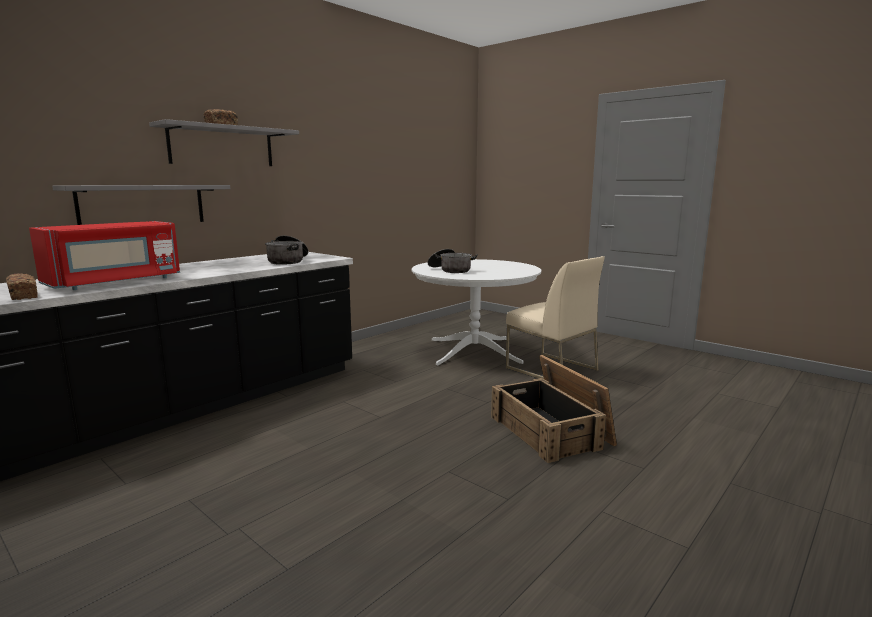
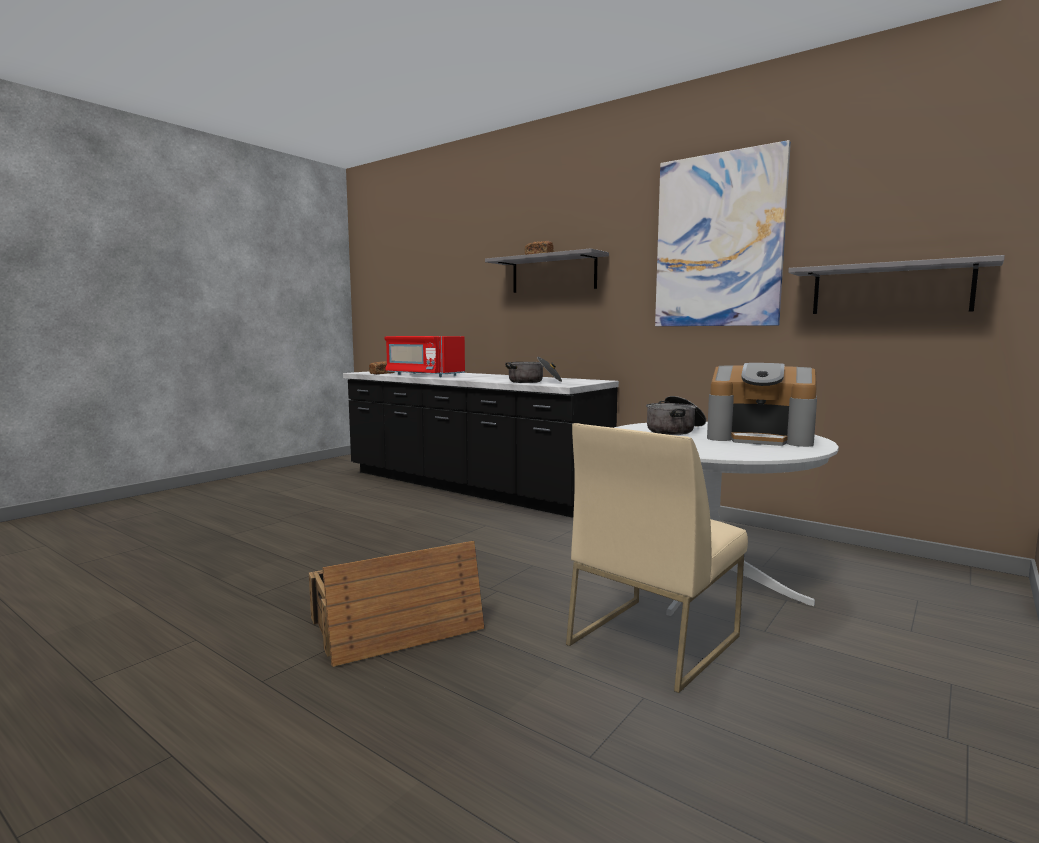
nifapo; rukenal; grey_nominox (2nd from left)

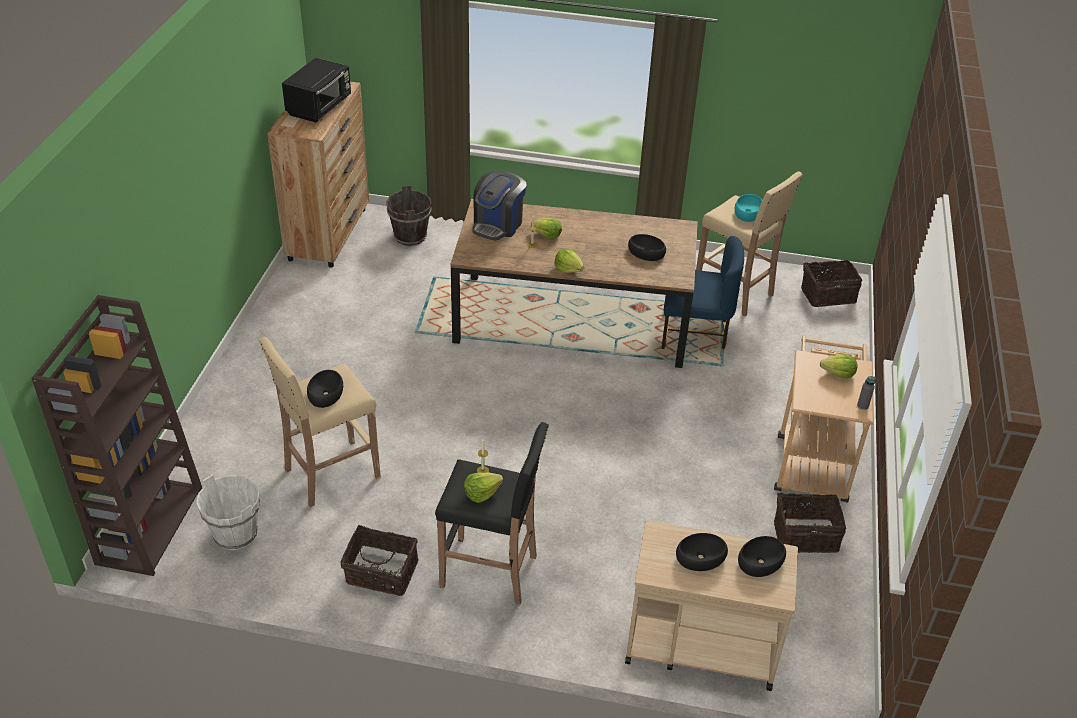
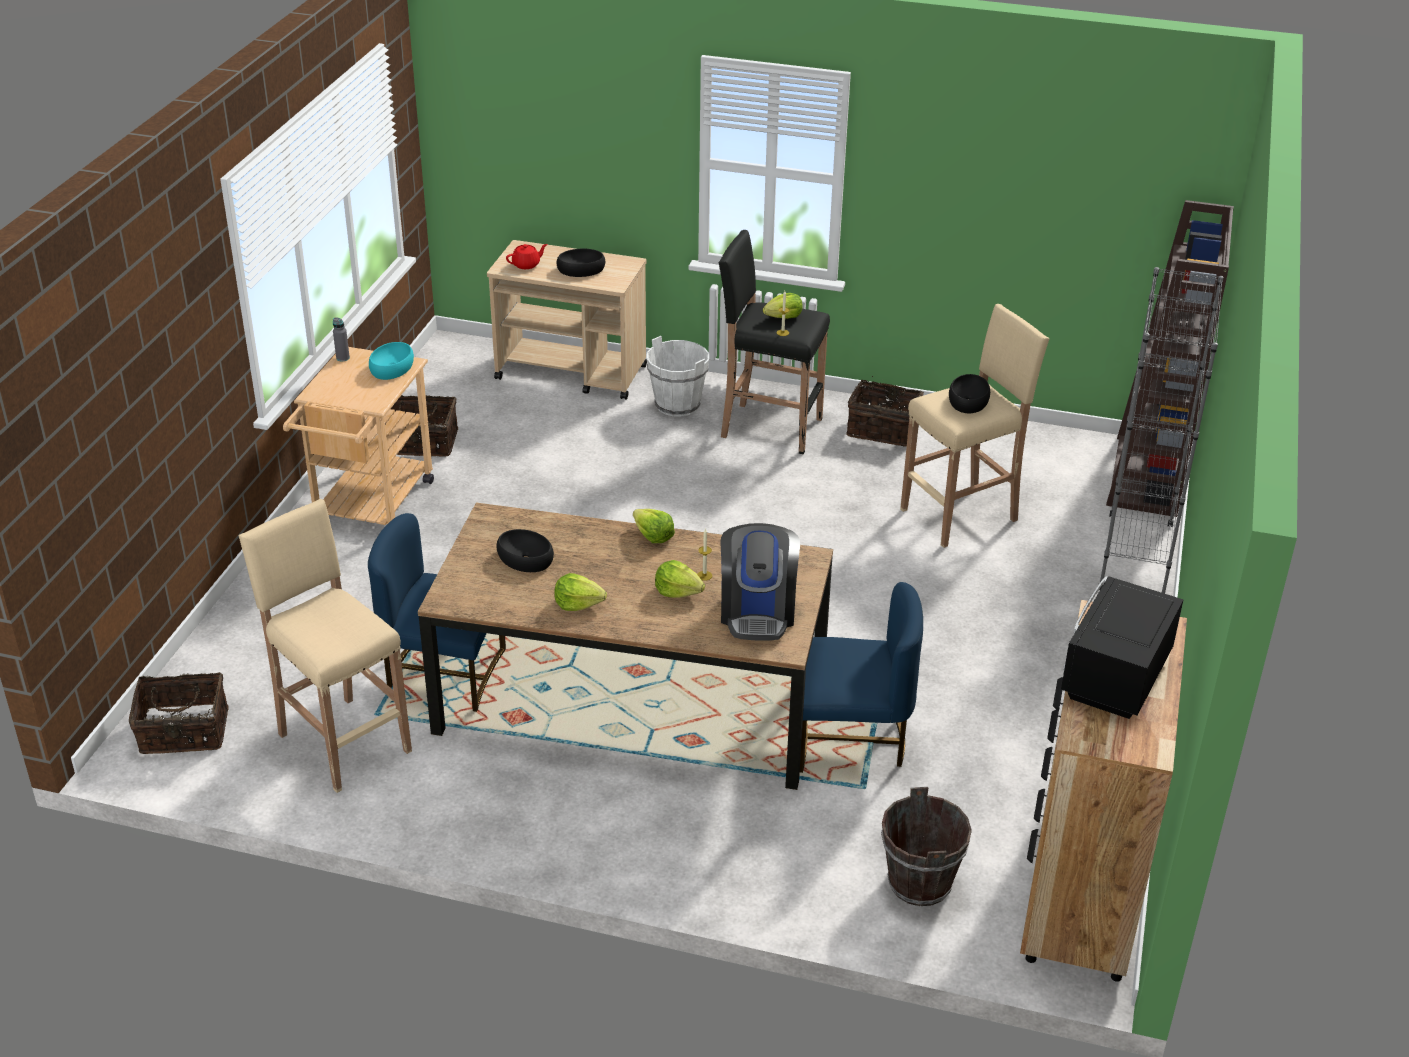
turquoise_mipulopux; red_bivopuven; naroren (1st from left); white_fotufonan; rukenal; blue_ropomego (2nd from left); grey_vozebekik

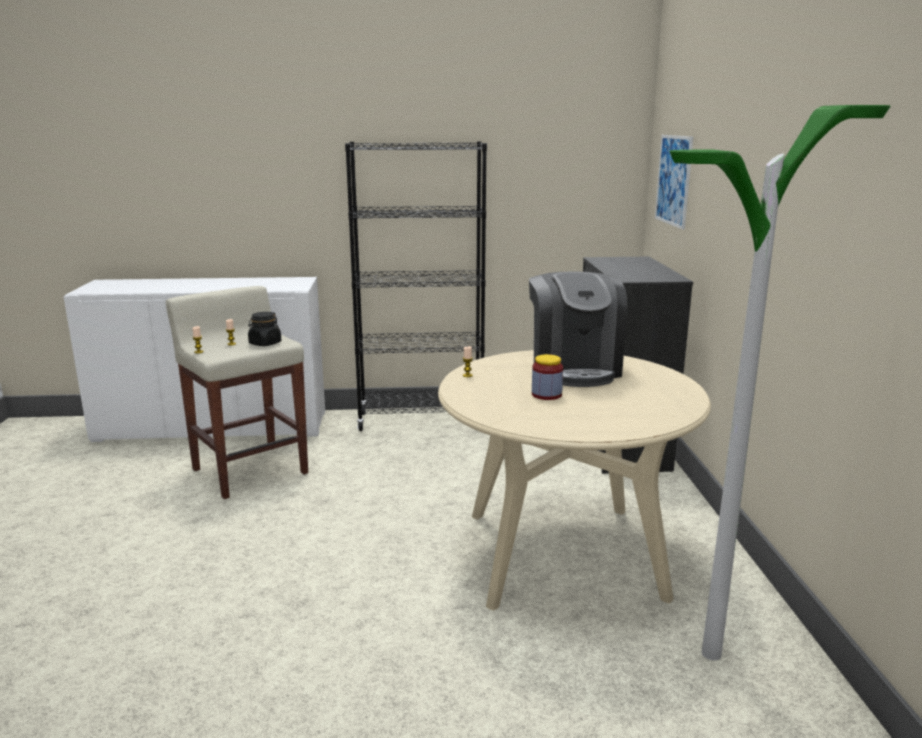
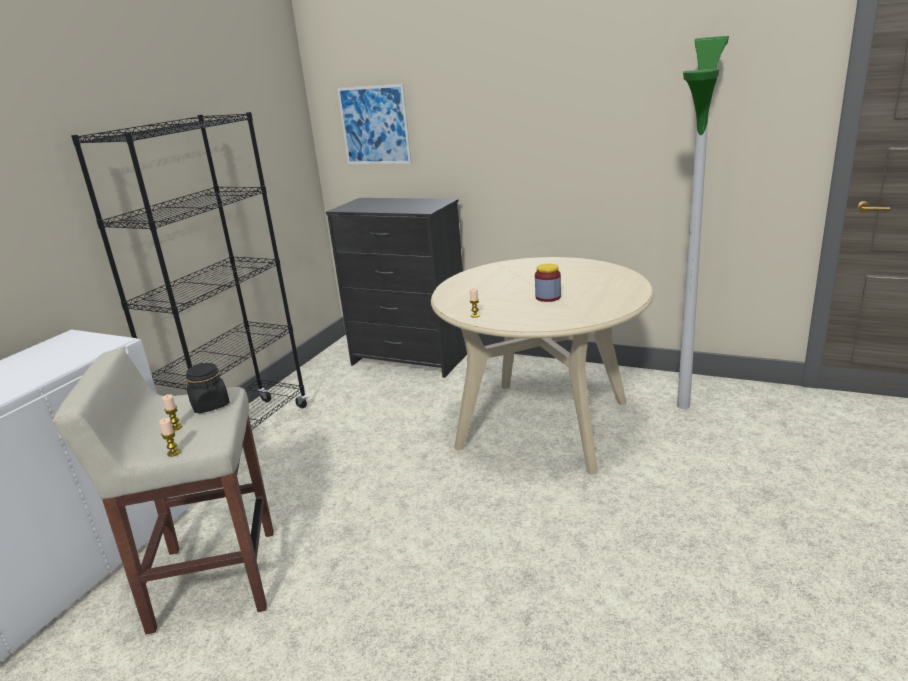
rukenal

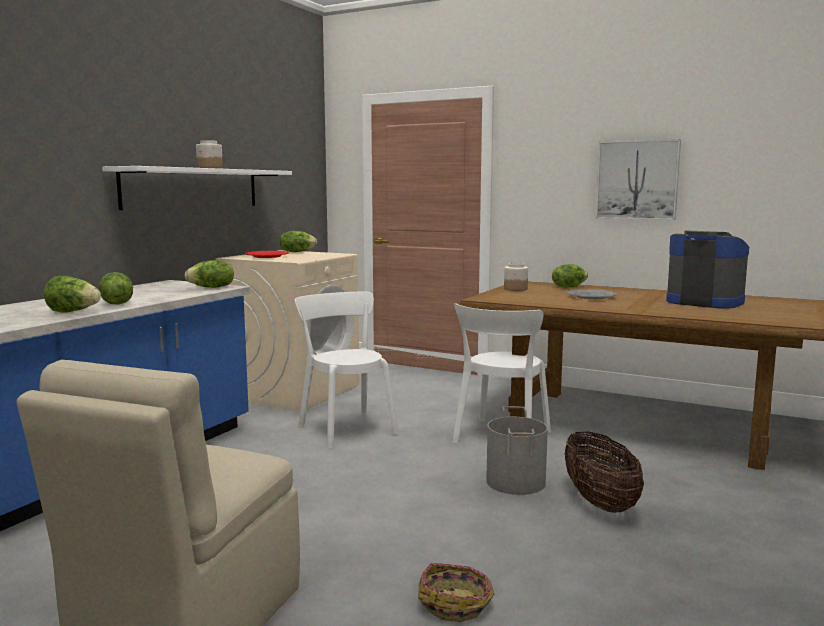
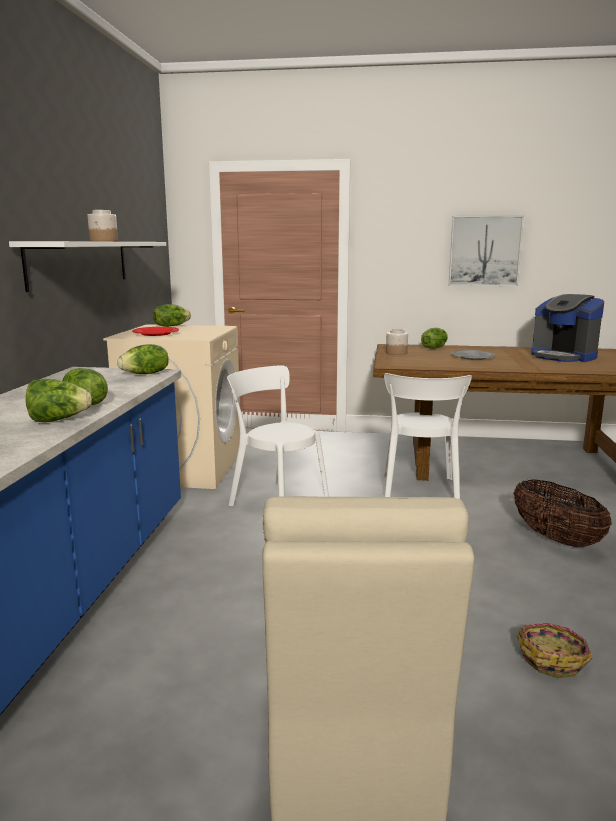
rukenal; grey_fotufonan

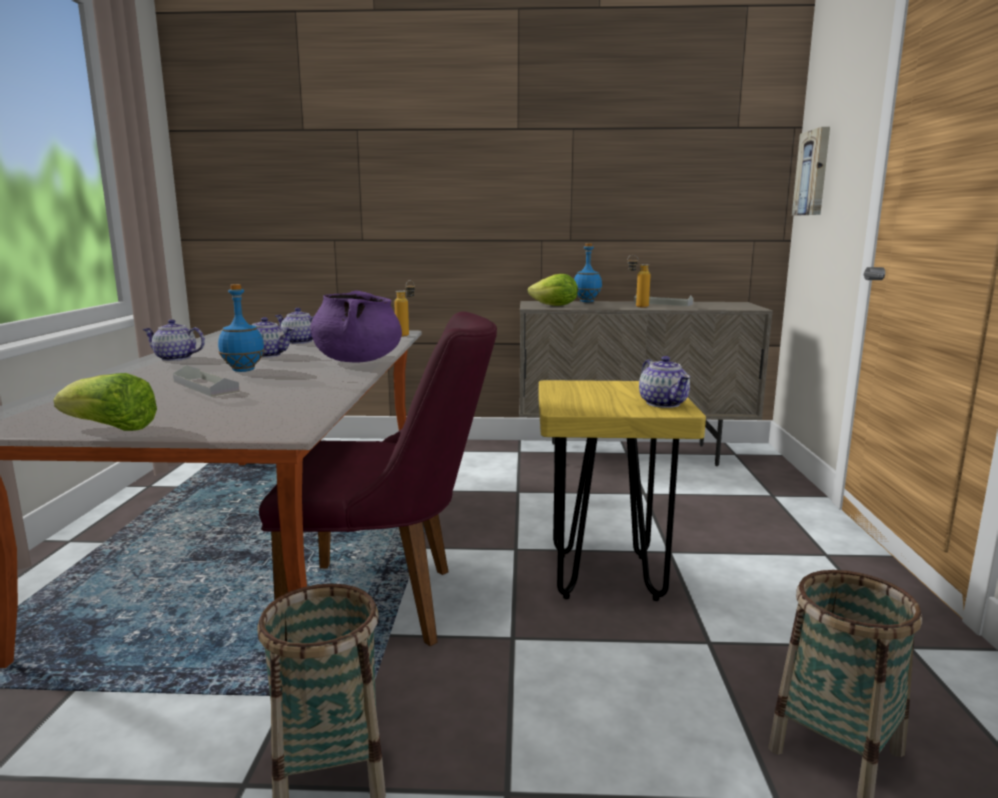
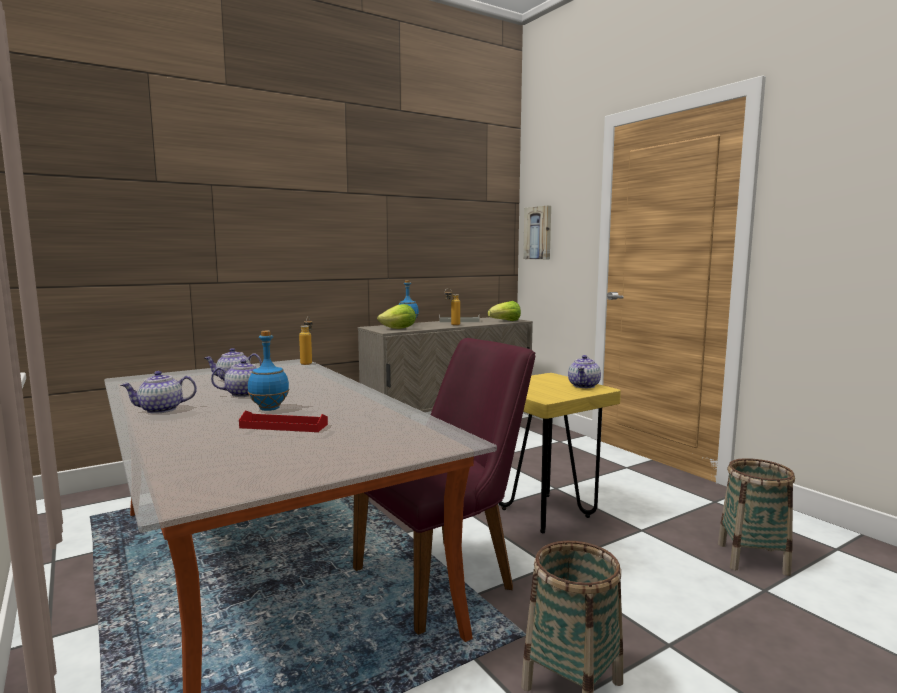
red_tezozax; naroren (2nd from left); bivopuven (4th from left); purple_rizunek

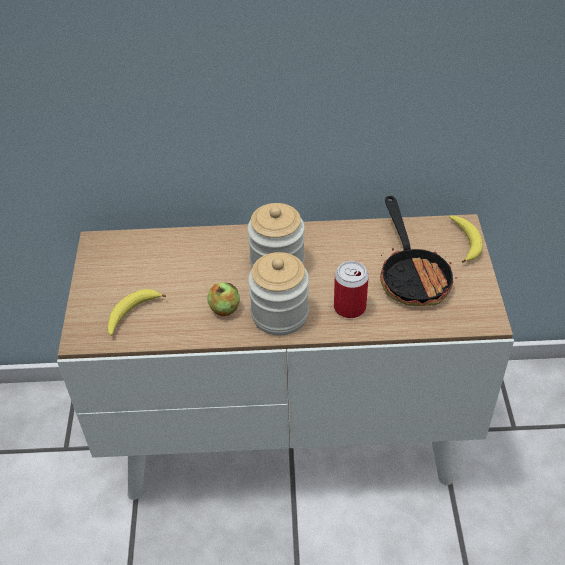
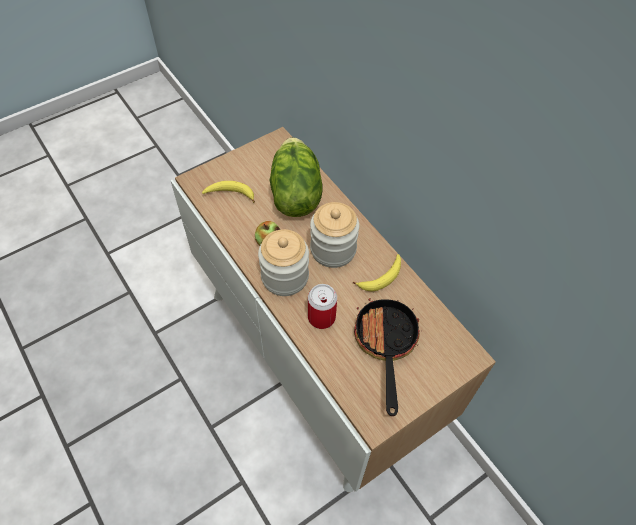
naroren; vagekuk (2nd from left); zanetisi

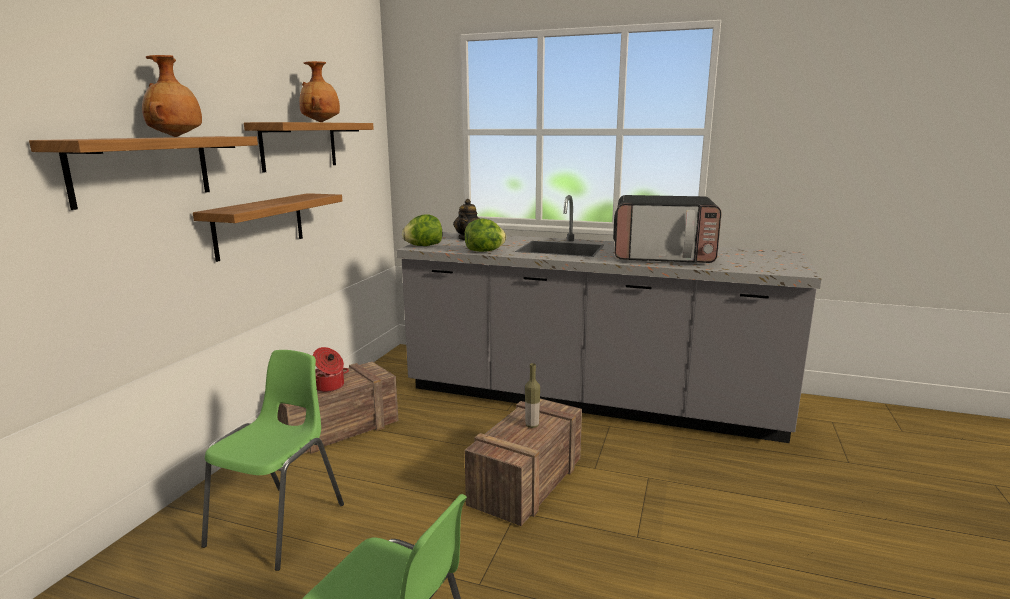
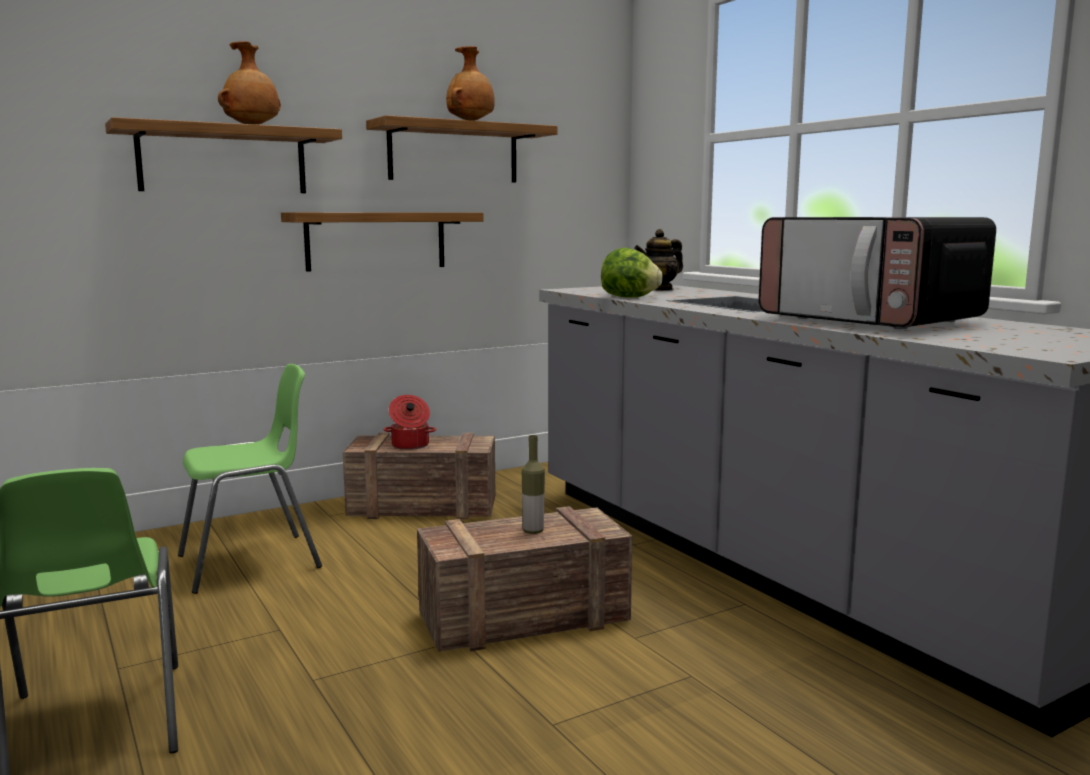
naroren (1st from left in the first image)

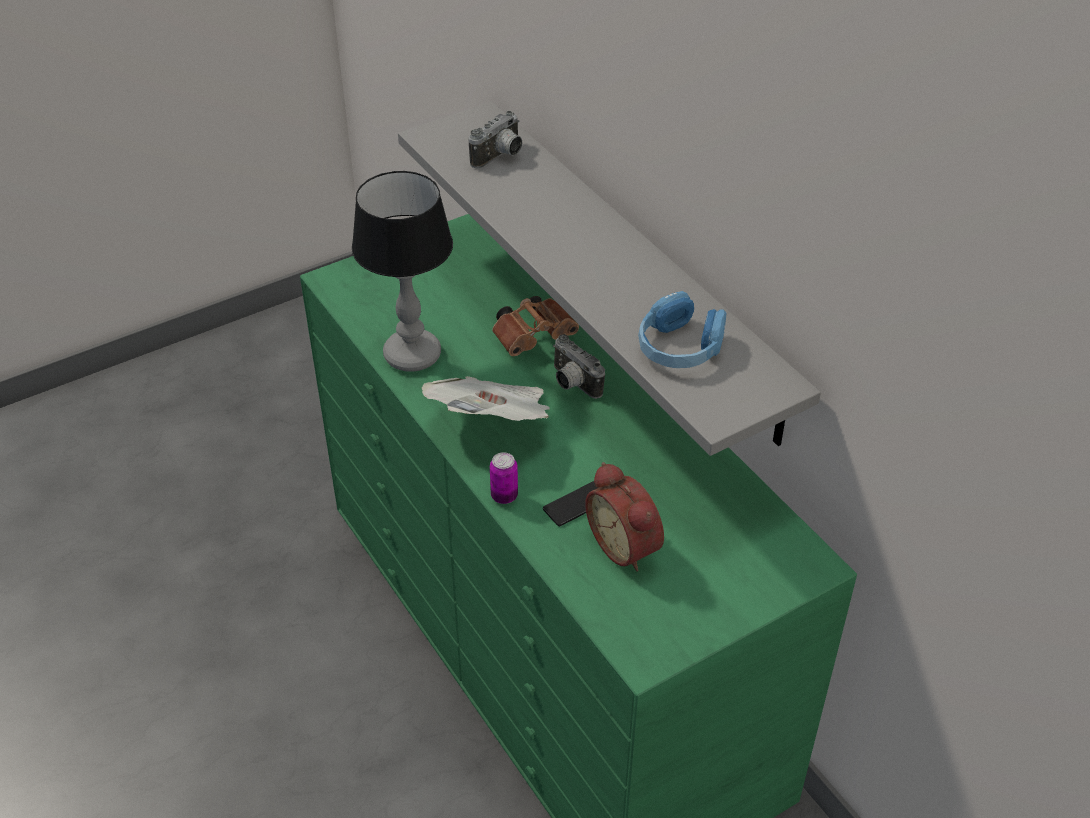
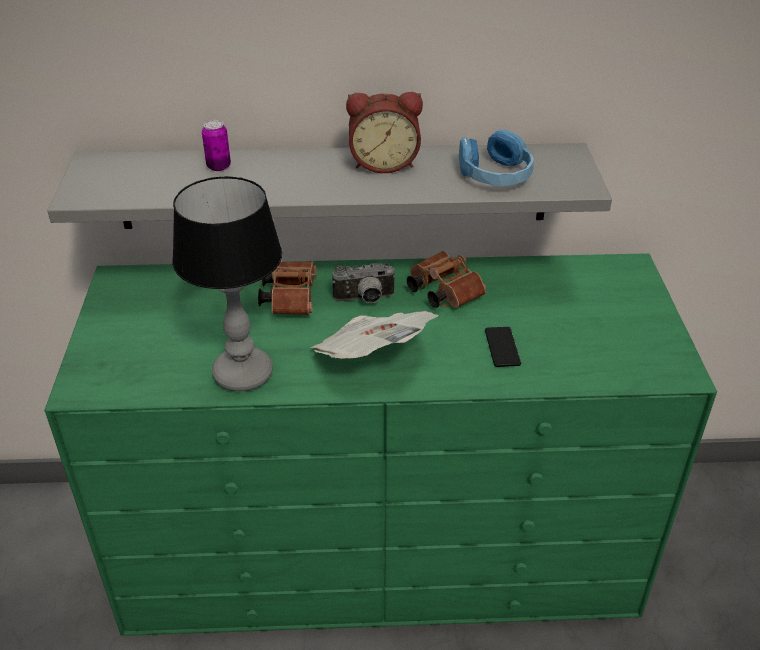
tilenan; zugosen; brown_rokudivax (2nd from left); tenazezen (1st from left in the first image)

